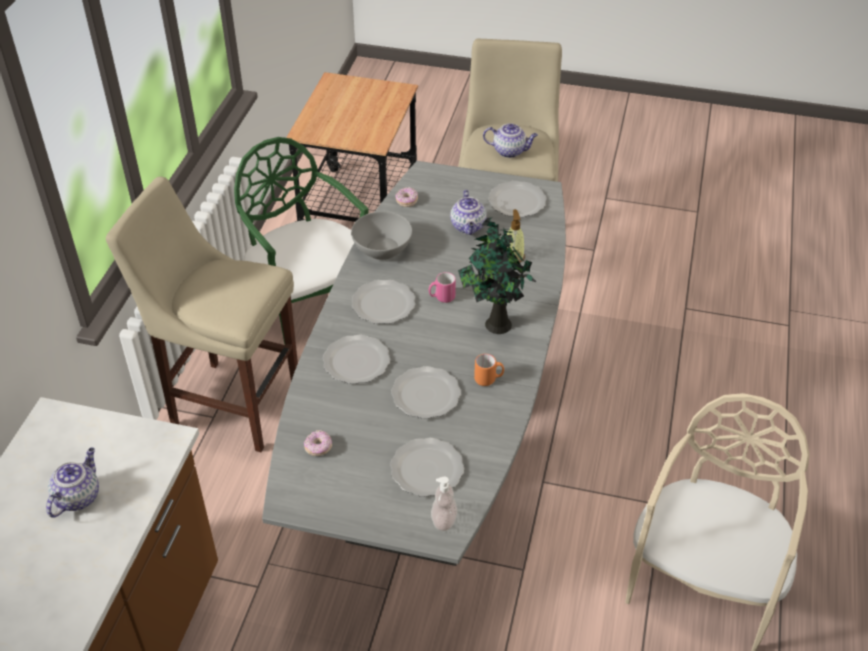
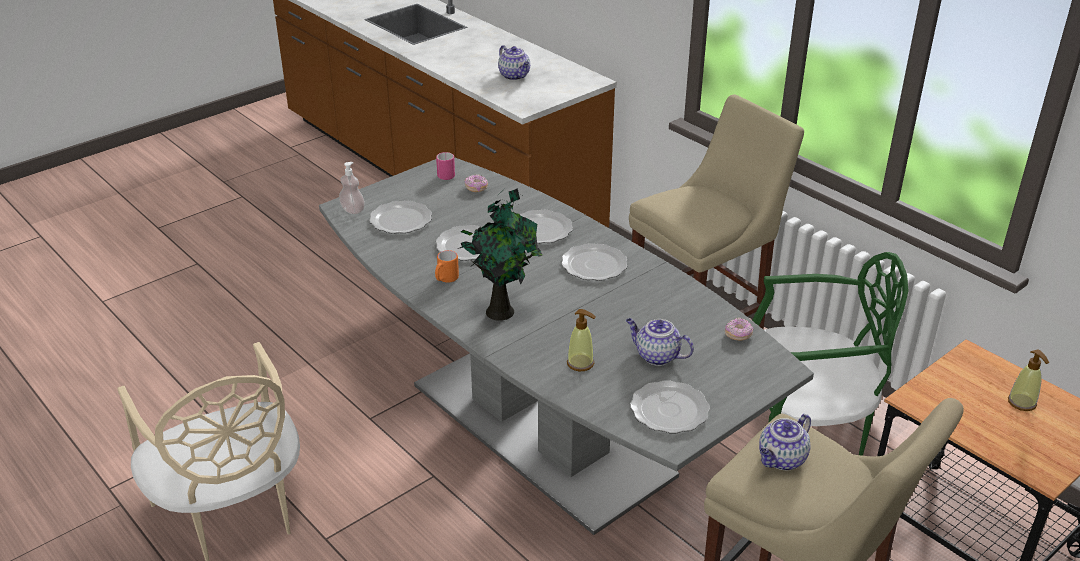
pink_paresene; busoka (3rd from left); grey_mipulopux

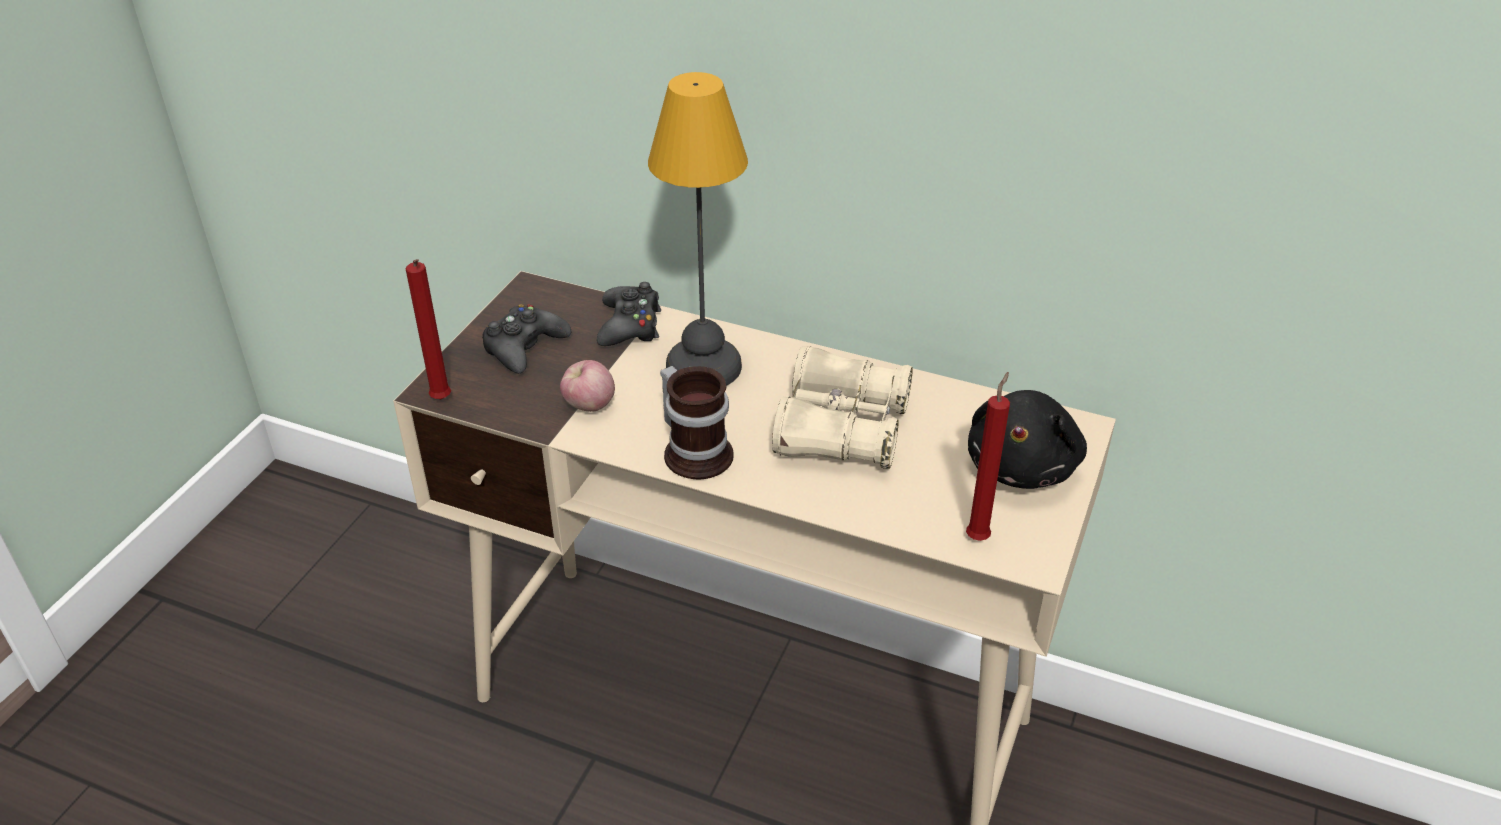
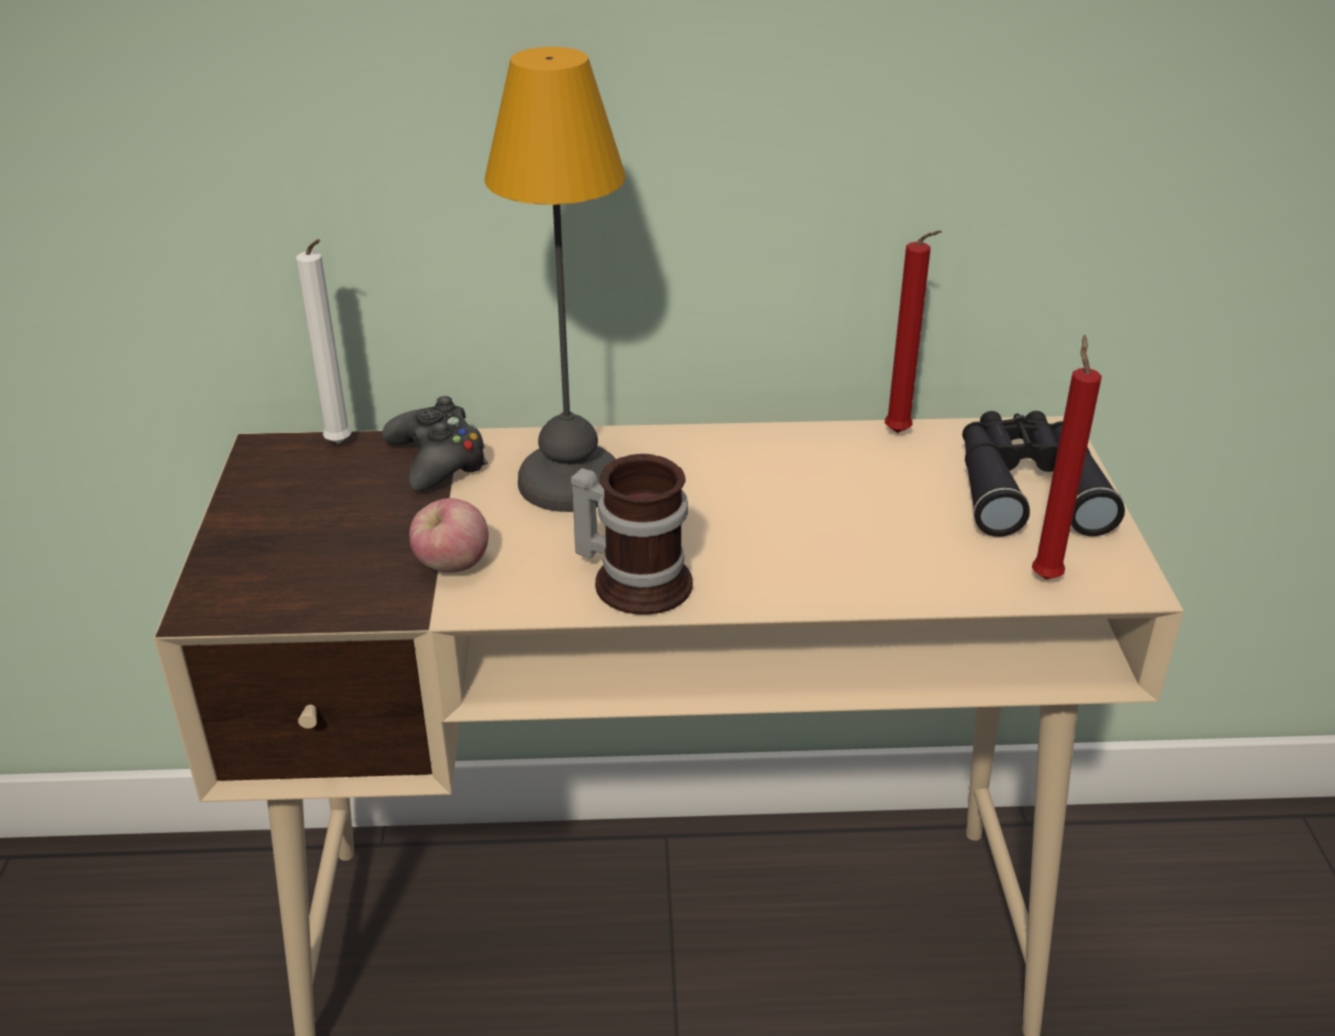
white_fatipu; red_fatipu (1st from left); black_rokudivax; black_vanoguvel (1st from left in the first image); beige_rokudivax

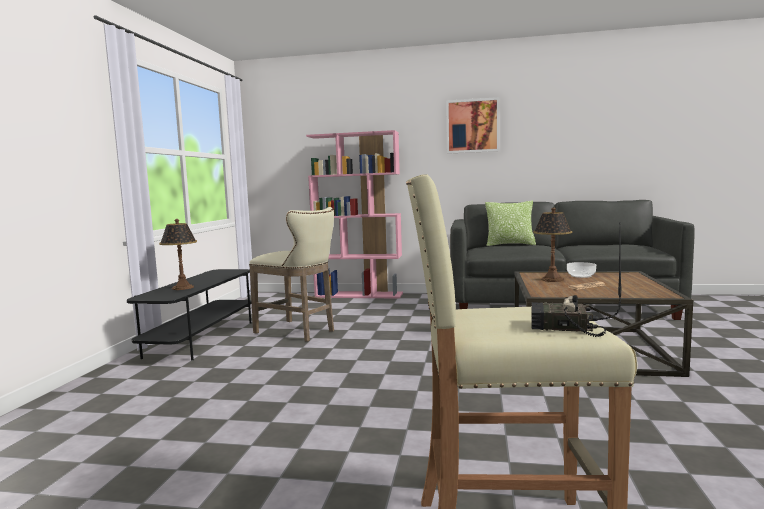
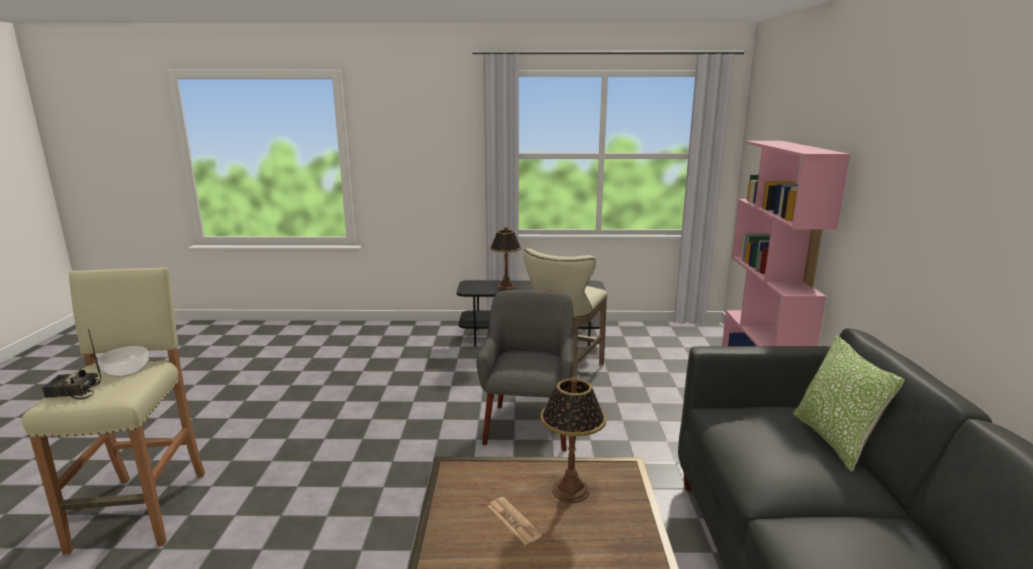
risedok; mipulopux; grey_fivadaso; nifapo

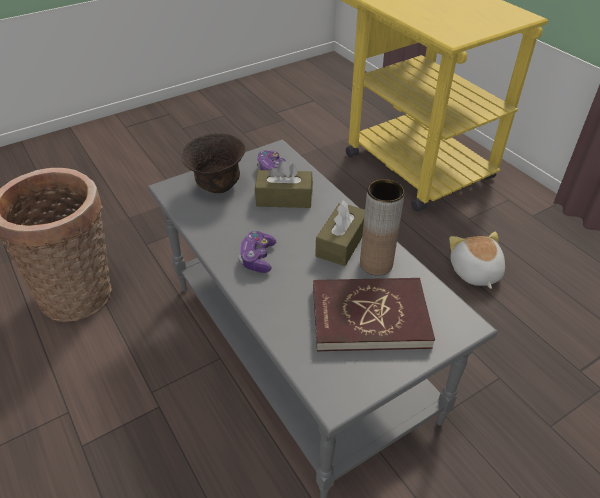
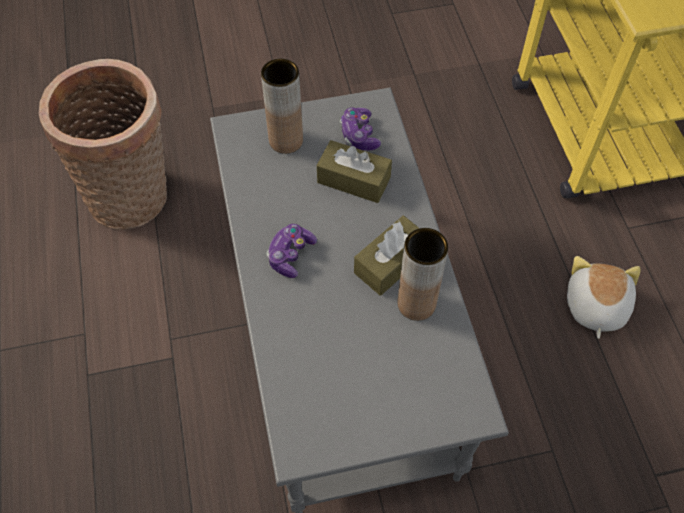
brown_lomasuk (1st from left); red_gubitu

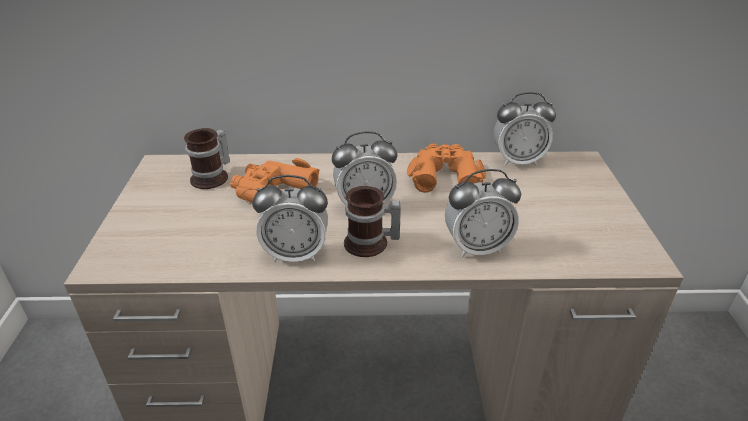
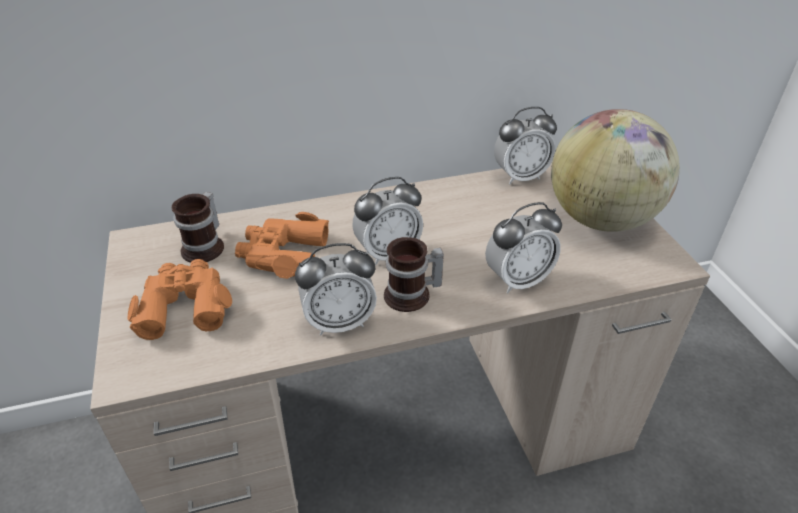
orange_rokudivax (1st from left); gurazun

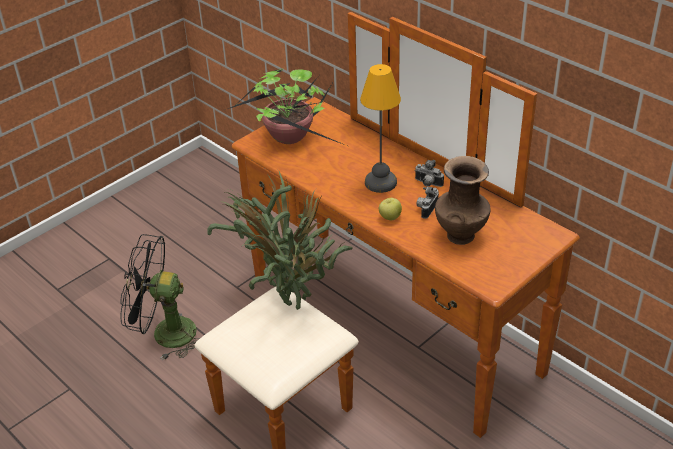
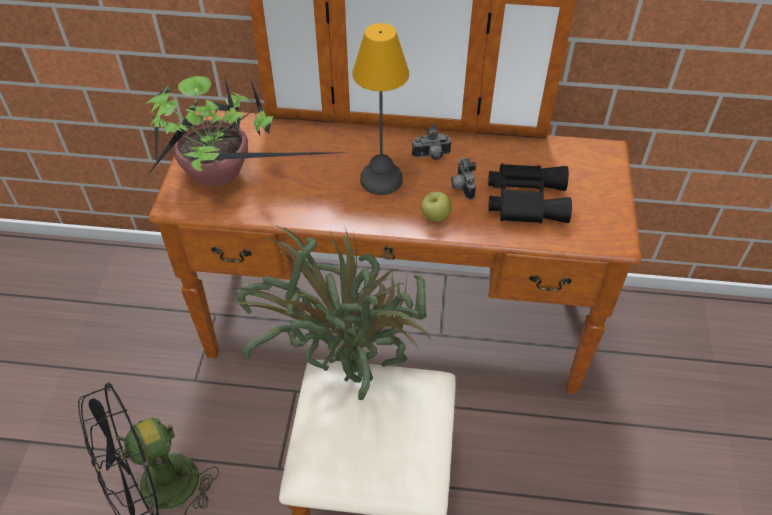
black_rokudivax

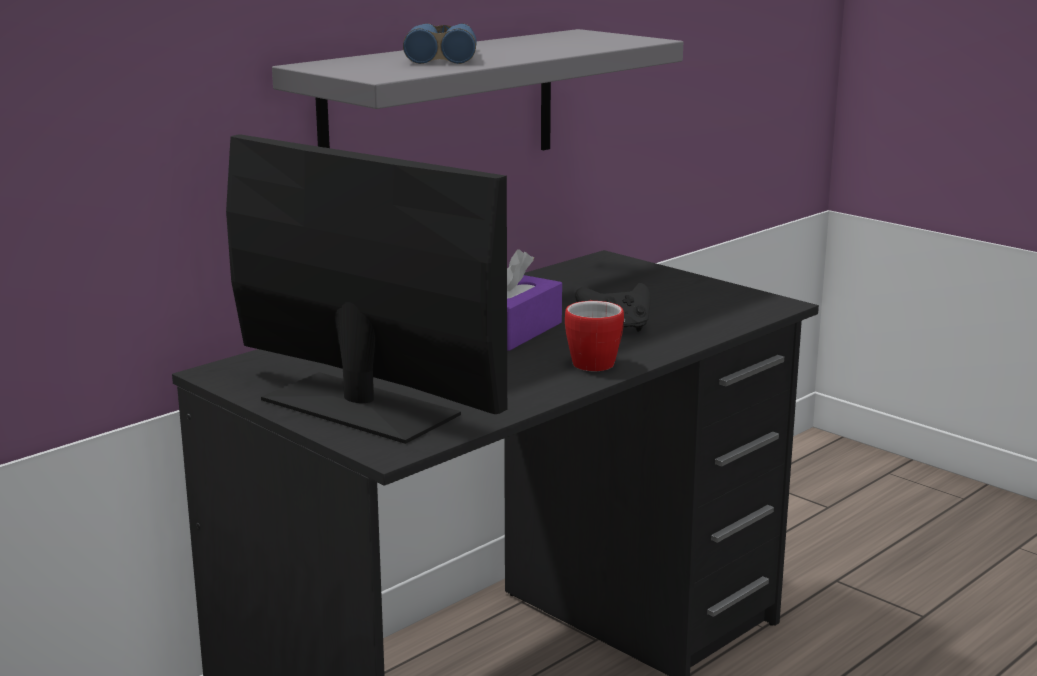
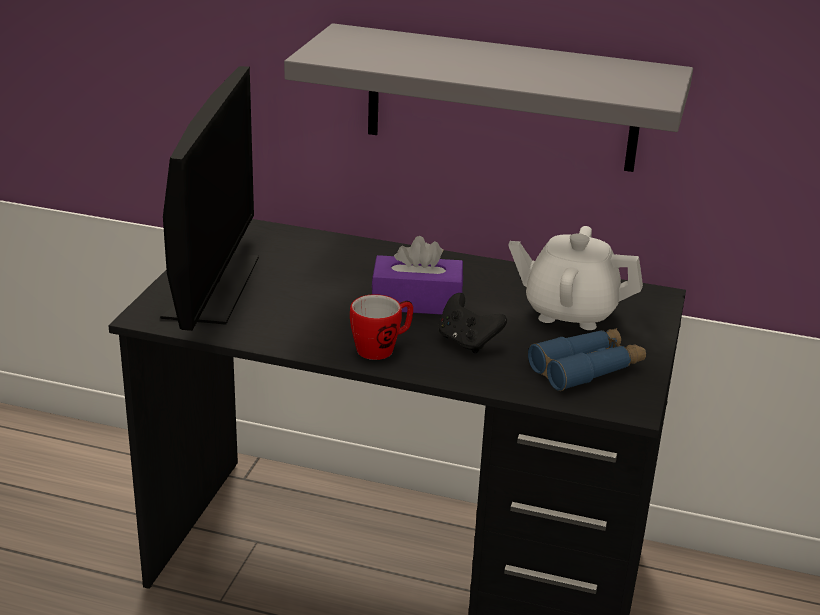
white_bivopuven; blue_rokudivax

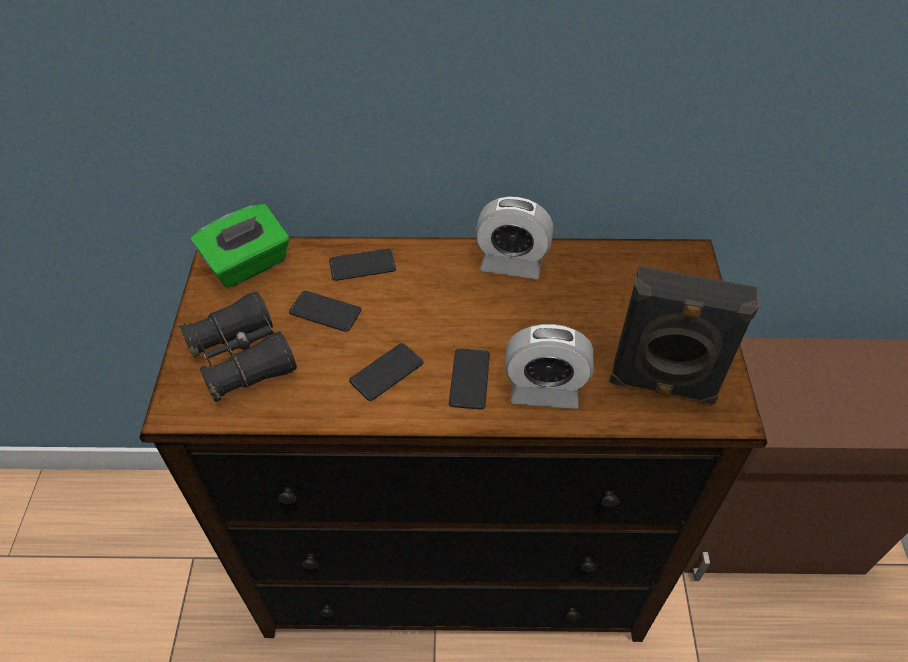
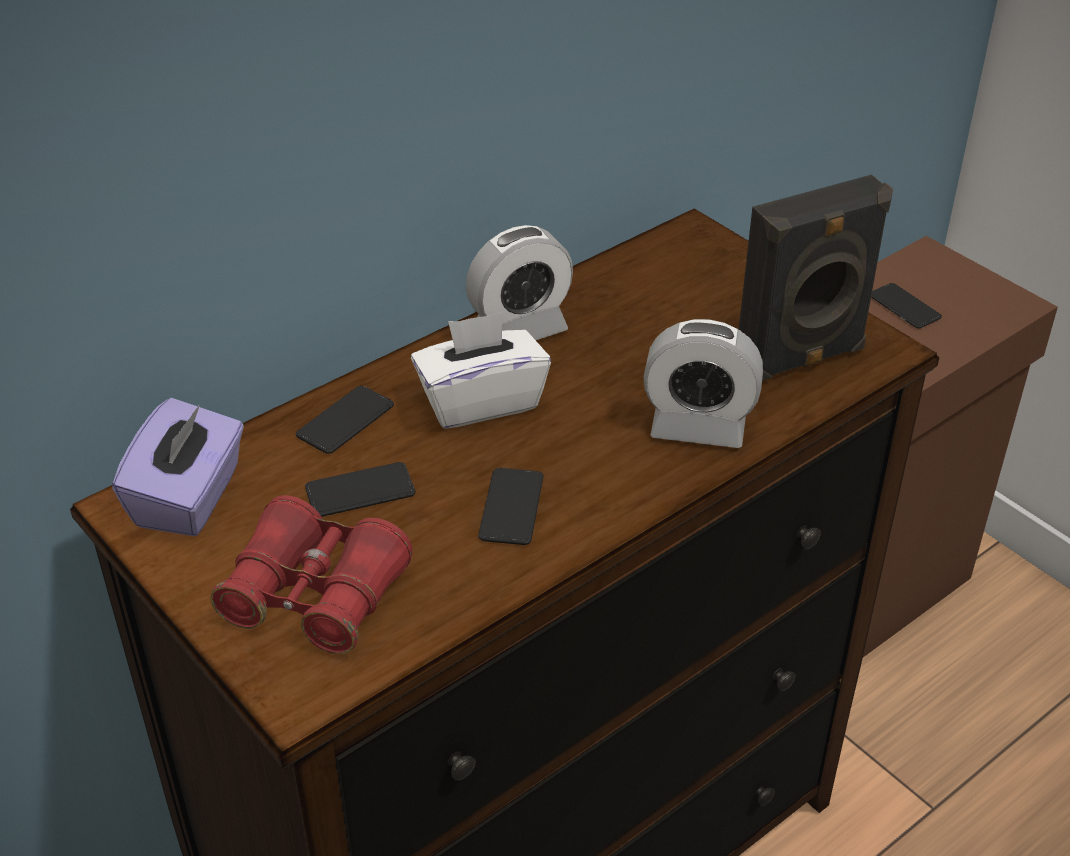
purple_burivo; red_rokudivax; white_burivo; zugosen (2nd from left); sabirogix (4th from left)

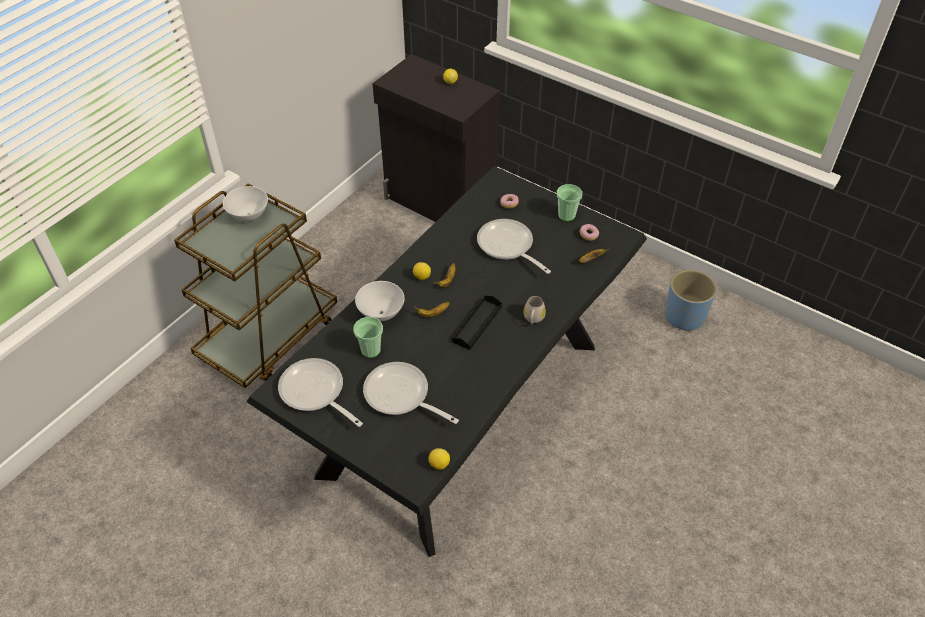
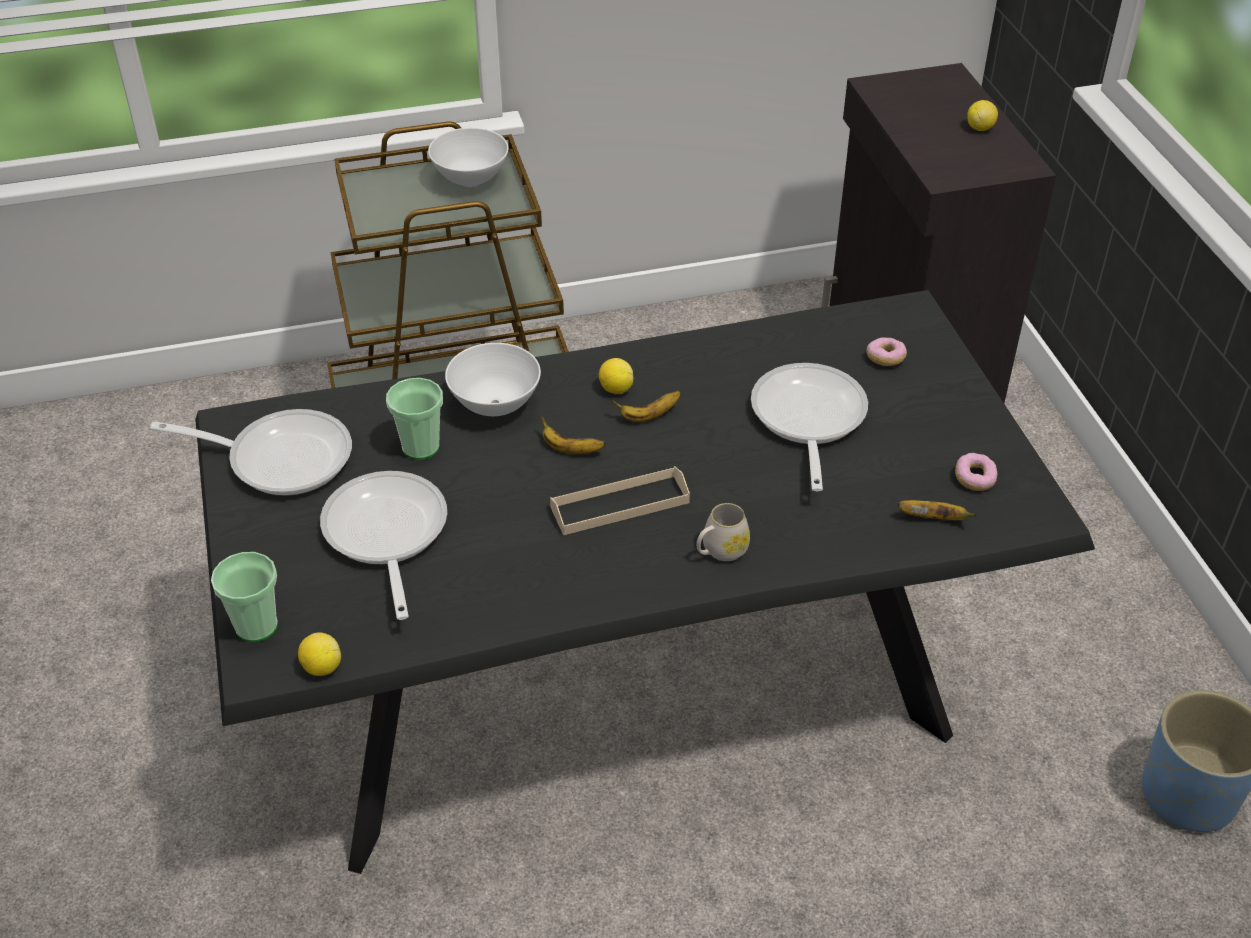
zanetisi (1st from left); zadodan (1st from left); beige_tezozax

